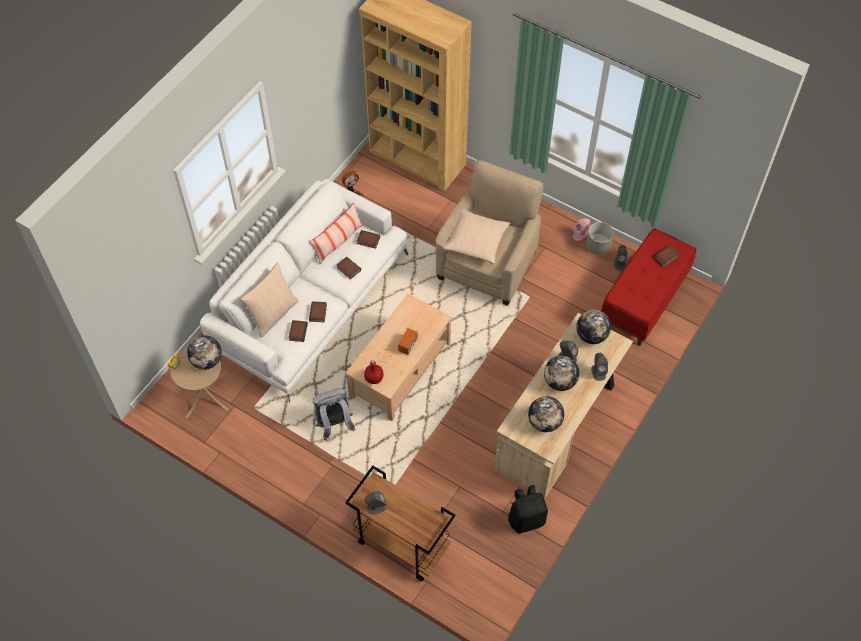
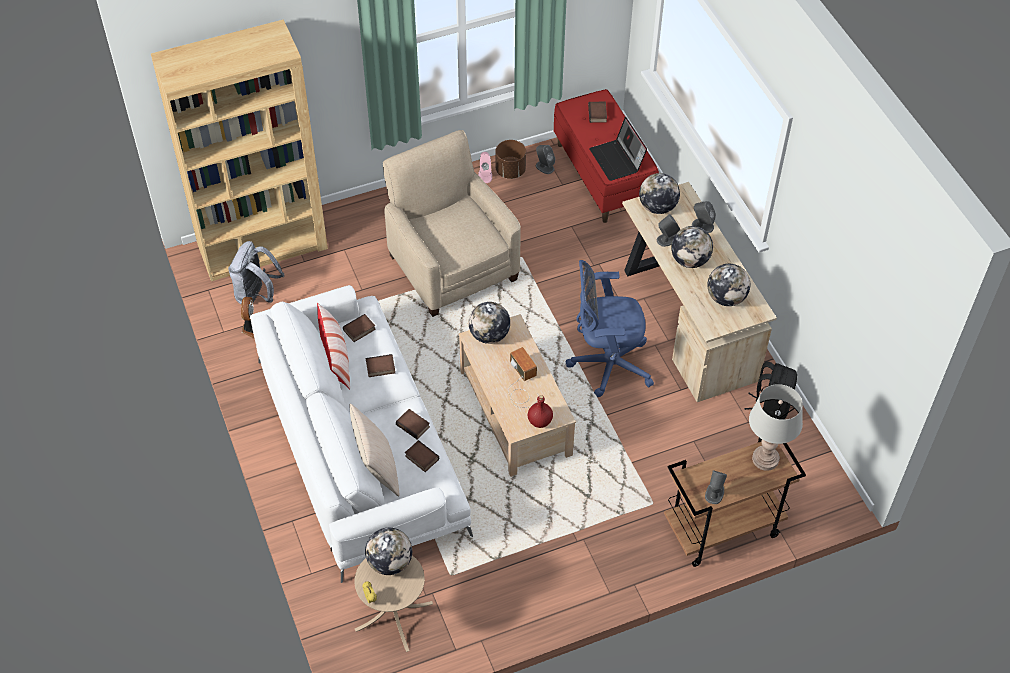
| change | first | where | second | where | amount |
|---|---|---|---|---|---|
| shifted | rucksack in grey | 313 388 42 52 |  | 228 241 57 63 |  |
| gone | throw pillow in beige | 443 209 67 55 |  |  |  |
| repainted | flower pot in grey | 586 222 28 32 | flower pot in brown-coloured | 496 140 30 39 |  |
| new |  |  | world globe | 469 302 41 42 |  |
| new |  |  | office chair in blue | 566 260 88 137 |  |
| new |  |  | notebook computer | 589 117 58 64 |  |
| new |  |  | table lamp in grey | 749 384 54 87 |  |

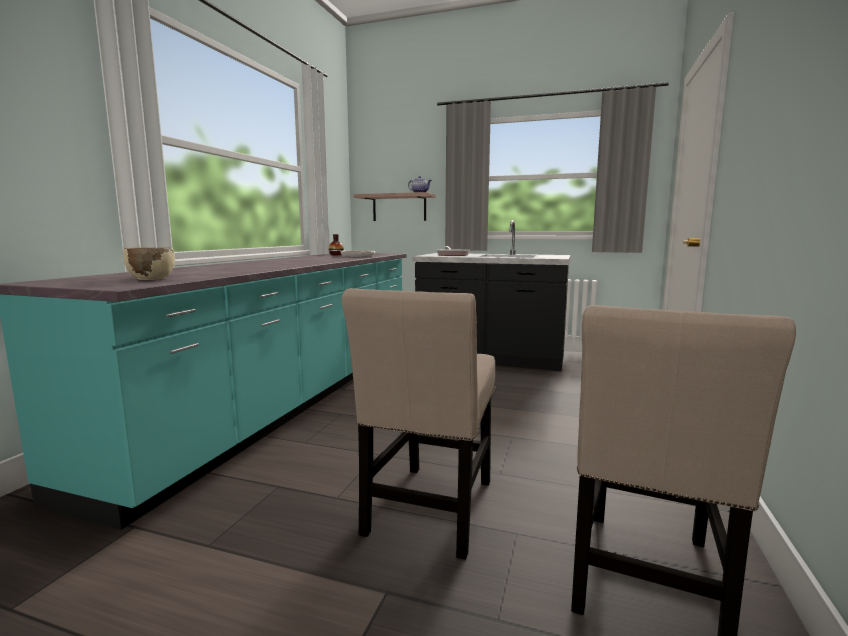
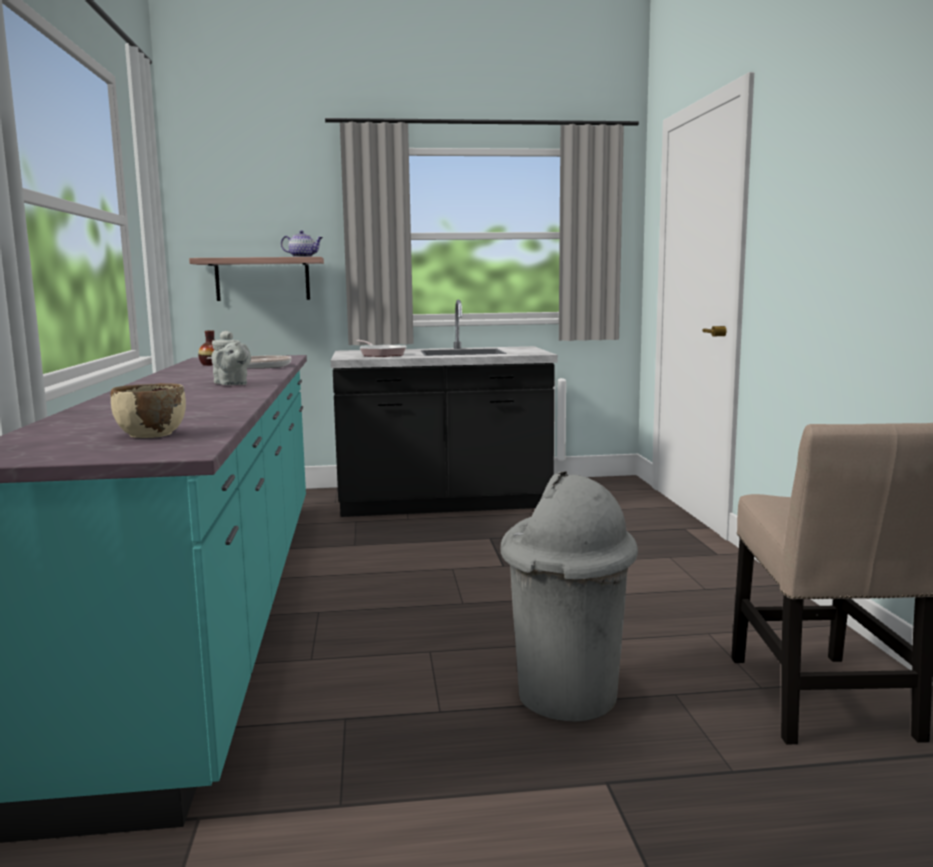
| change | first | where | second | where | amount |
|---|---|---|---|---|---|
| swapped | plain chair in beige | 342 288 153 272 | trash can in grey | 501 472 137 250 |  |
| new |  |  | pot for tea in grey | 212 331 39 54 |  |

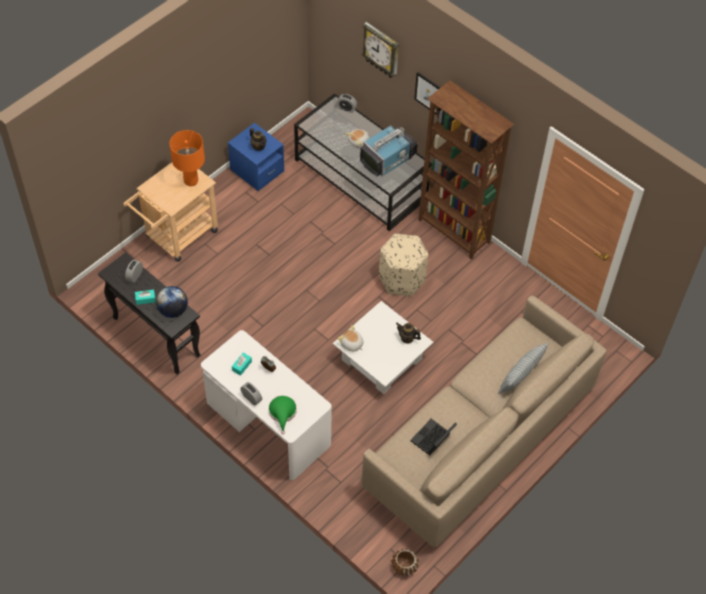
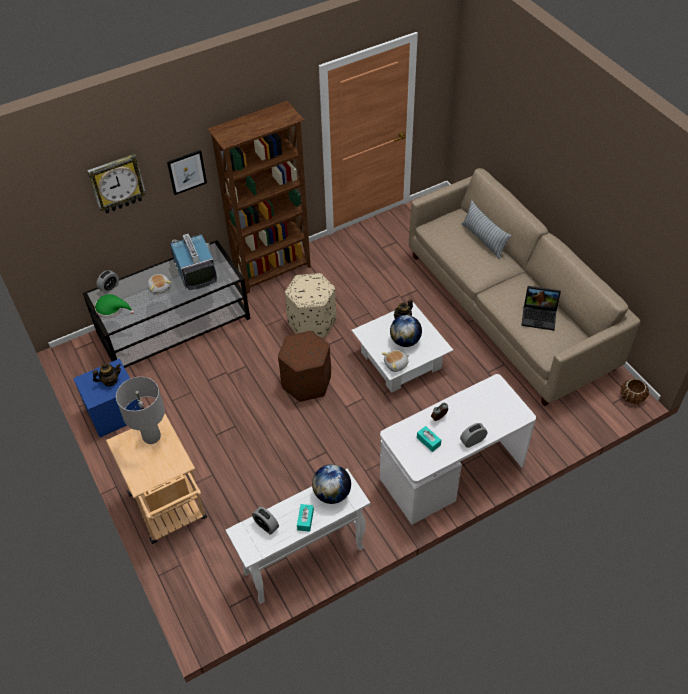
| change | first | where | second | where | amount |
|---|---|---|---|---|---|
| repainted | console table in blackish | 98 252 102 123 | console table in white-coloured | 226 468 144 136 |  |
| repainted | table lamp in orange-coloured | 170 130 35 56 | table lamp in grey | 116 377 49 67 |  |
| shifted | hat in greenish | 268 396 29 38 |  | 95 294 39 24 |  |
| rotated | notebook computer | 410 419 47 37 |  | 521 286 40 45 | 45 degrees counterclockwise |
| new |  |  | pouffe in brown-coloured | 278 331 53 71 |  |
| new |  |  | world globe | 390 315 32 32 |  |

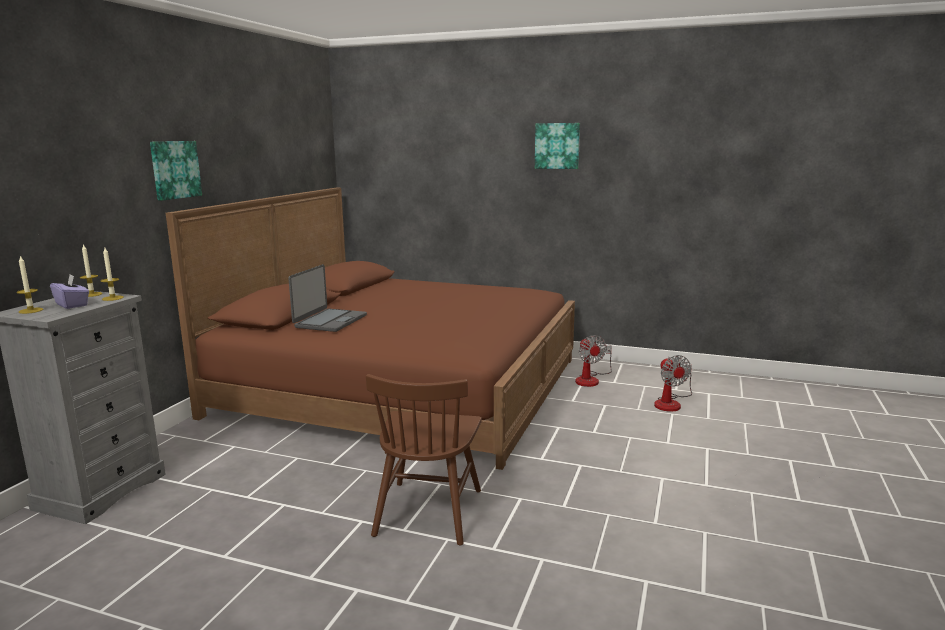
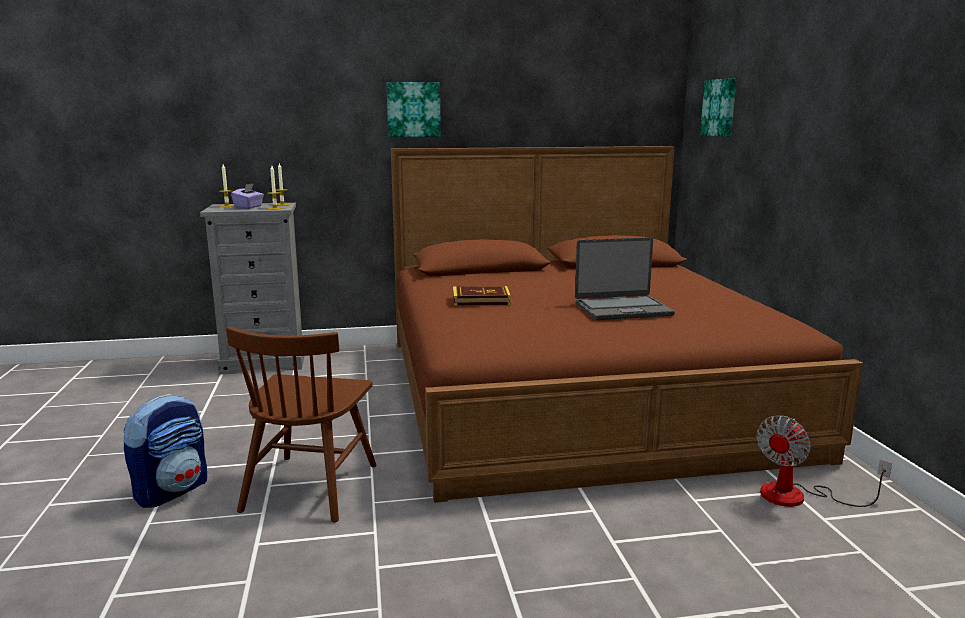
| change | first | where | second | where | amount |
|---|---|---|---|---|---|
| shifted | notebook computer | 288 264 79 68 |  | 575 237 100 83 |  |
| rotated | plain chair in brown-coloured | 366 374 116 171 |  | 226 326 151 196 | 60 degrees counterclockwise |
| shifted | picture | 535 123 45 46 |  | 700 78 36 59 |  |
| gone | fan | 654 355 38 57 |  |  |  |
| new |  |  | rucksack | 123 394 84 114 |  |
| new |  |  | bound book | 453 286 58 20 |  |

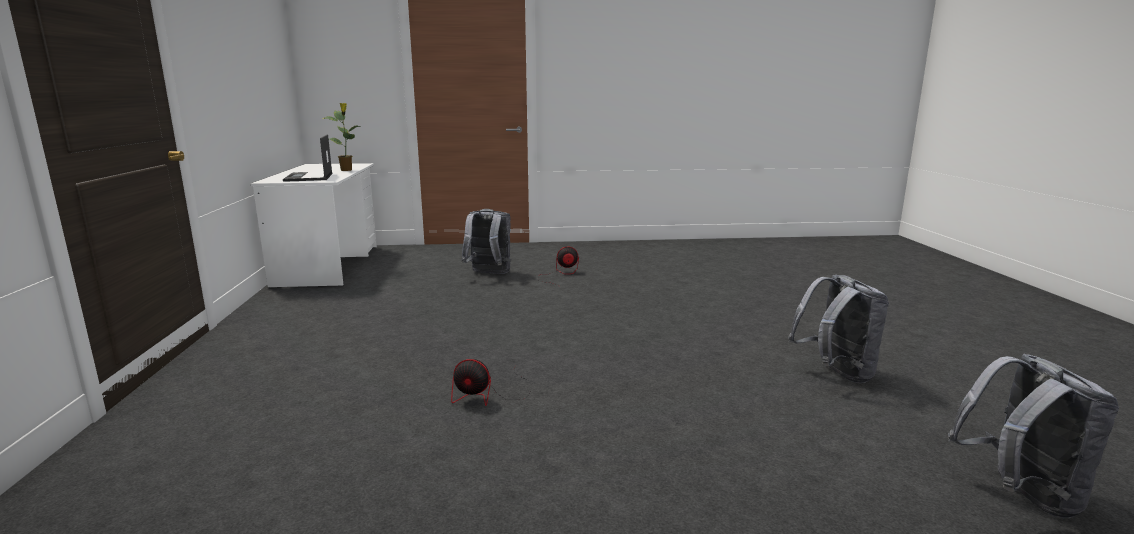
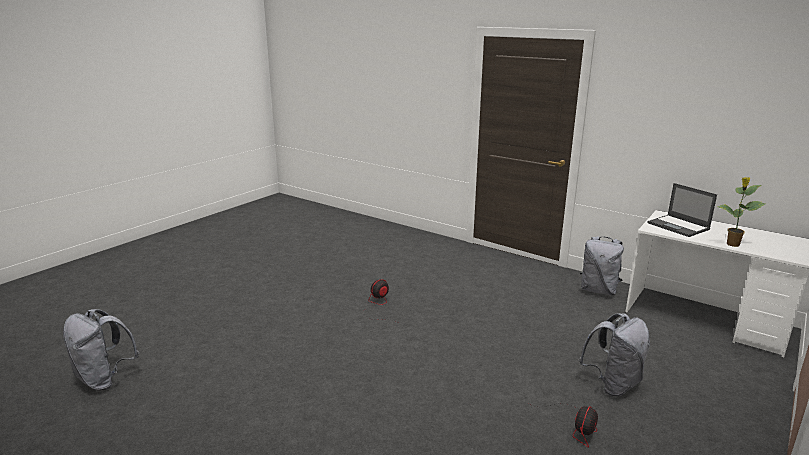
| change | first | where | second | where | amount |
|---|---|---|---|---|---|
| rotated | notebook computer | 283 135 50 47 |  | 648 183 69 54 | 150 degrees counterclockwise |
| shifted | rucksack in grey | 788 275 101 108 |  | 580 236 44 59 |  |

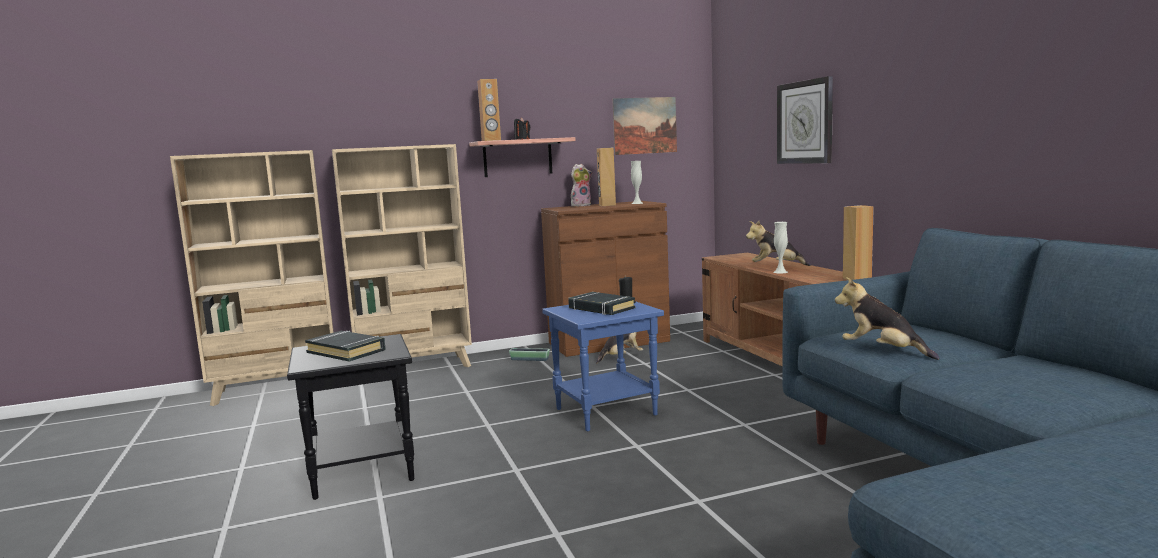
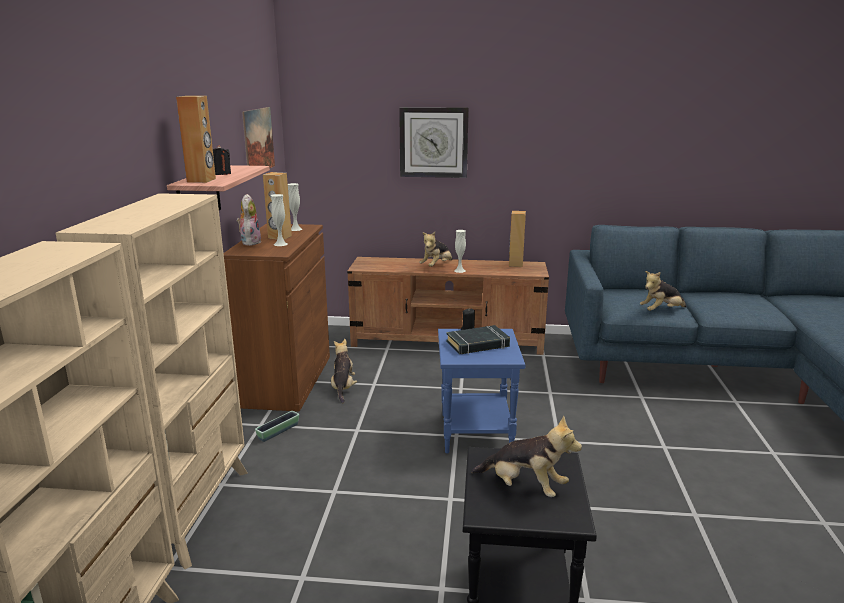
| change | first | where | second | where | amount |
|---|---|---|---|---|---|
| swapped | bound book in blackish | 305 331 81 31 | plush toy | 471 415 111 82 |  |
| new |  |  | decorative vase in white-coloured | 271 194 17 52 |  |

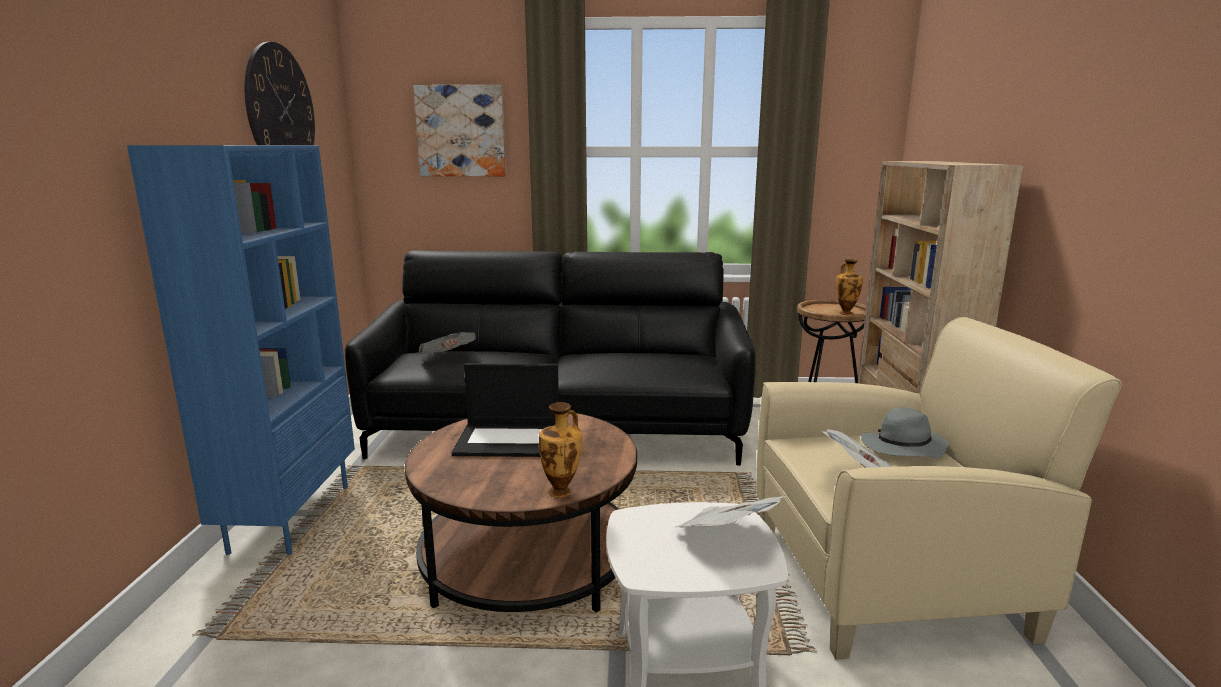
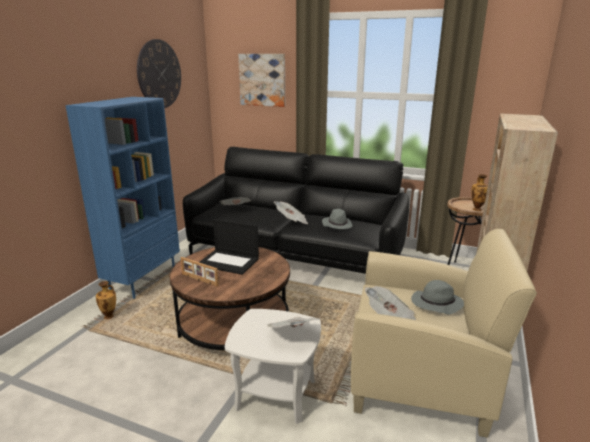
| change | first | where | second | where | amount |
|---|---|---|---|---|---|
| shifted | decorative vase | 539 402 43 96 |  | 96 281 20 38 |  |
| new |  |  | photo frame | 181 257 38 30 |  |
| new |  |  | newspaper | 274 201 34 23 |  |
| new |  |  | hat in grey | 322 209 31 20 |  |

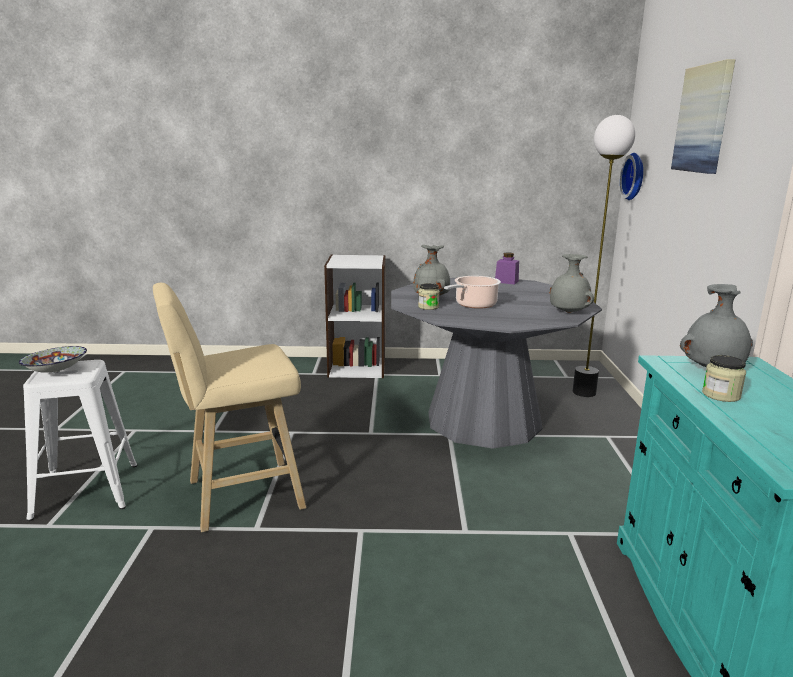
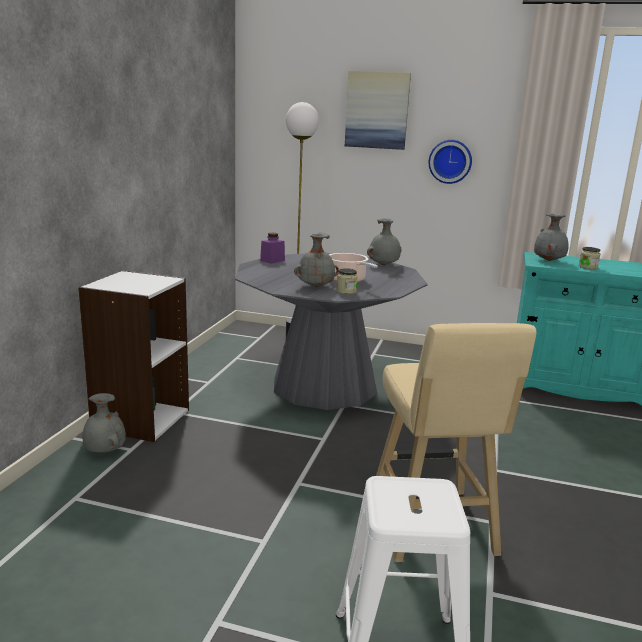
| change | first | where | second | where | amount |
|---|---|---|---|---|---|
| gone | deep dish | 19 346 68 27 |  |  |  |
| shifted | clock on the wall | 620 153 23 47 |  | 429 140 43 44 |  |
| new |  |  | decorative vase in grey | 82 393 44 60 |  |

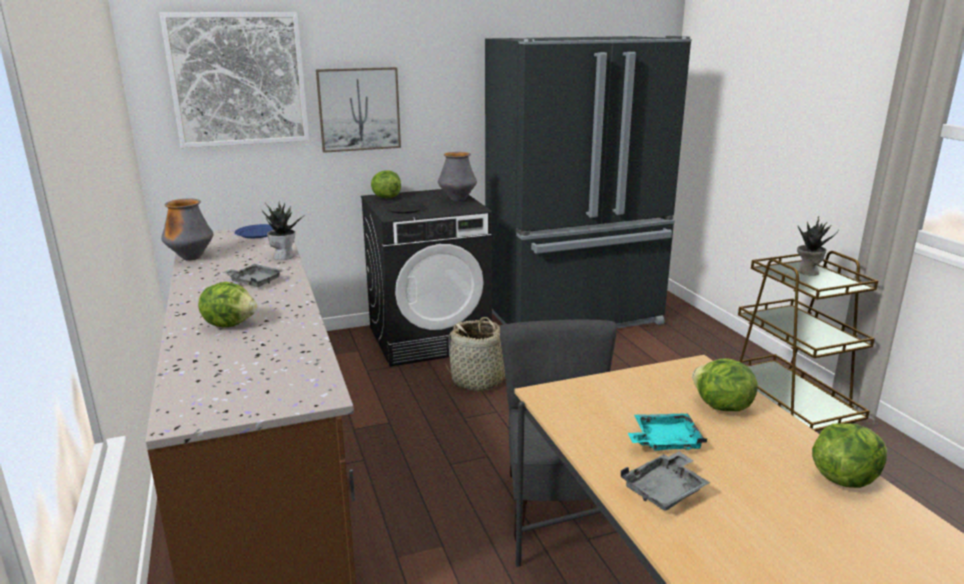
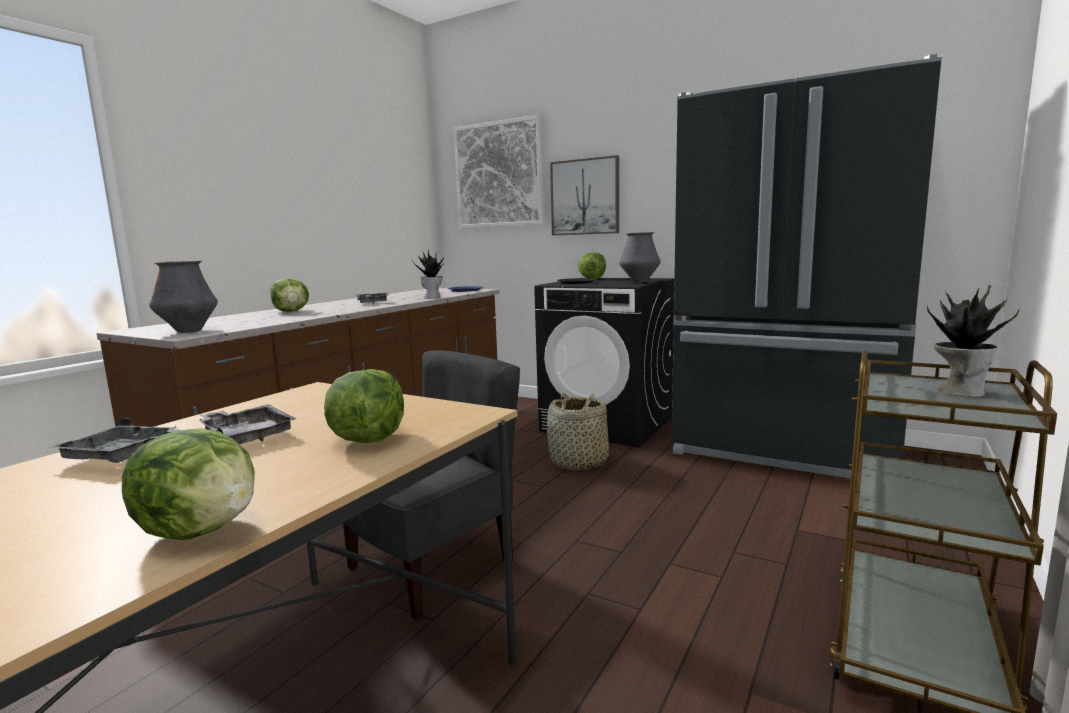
| change | first | where | second | where | amount |
|---|---|---|---|---|---|
| shifted | decorative vase | 161 199 53 61 |  | 149 260 69 73 |  |
| repainted | tray in blue-green | 628 413 79 38 | tray in grey | 199 404 97 40 |  |

